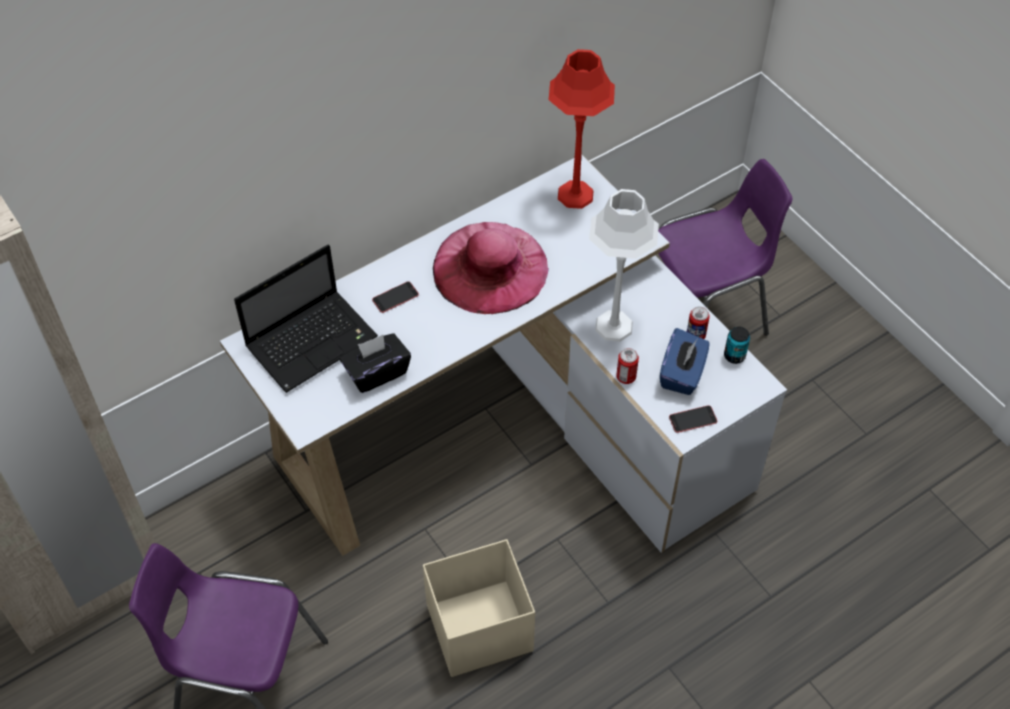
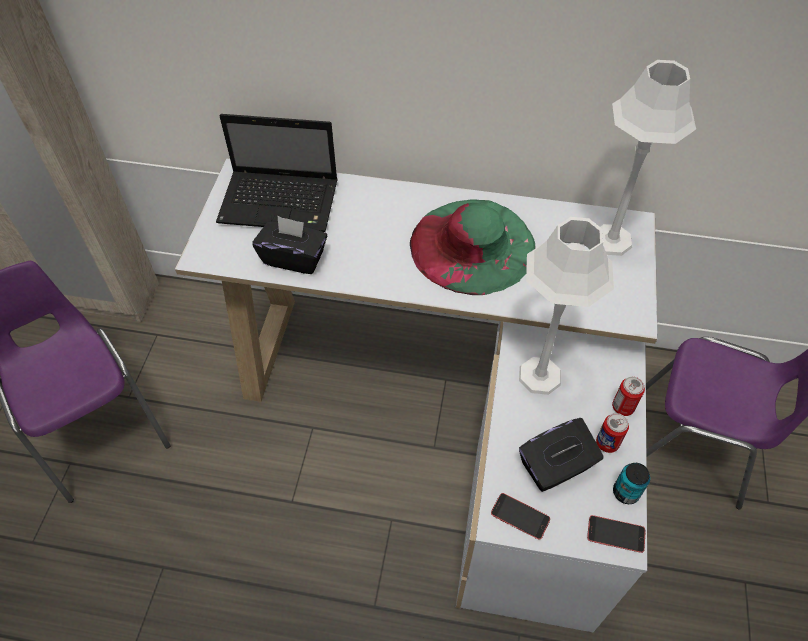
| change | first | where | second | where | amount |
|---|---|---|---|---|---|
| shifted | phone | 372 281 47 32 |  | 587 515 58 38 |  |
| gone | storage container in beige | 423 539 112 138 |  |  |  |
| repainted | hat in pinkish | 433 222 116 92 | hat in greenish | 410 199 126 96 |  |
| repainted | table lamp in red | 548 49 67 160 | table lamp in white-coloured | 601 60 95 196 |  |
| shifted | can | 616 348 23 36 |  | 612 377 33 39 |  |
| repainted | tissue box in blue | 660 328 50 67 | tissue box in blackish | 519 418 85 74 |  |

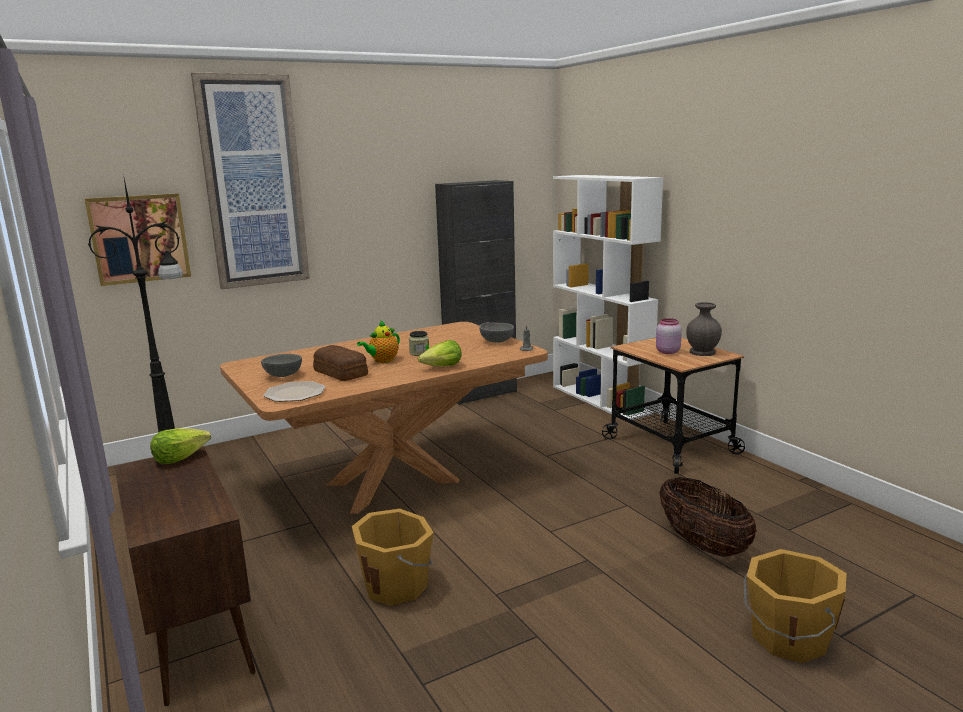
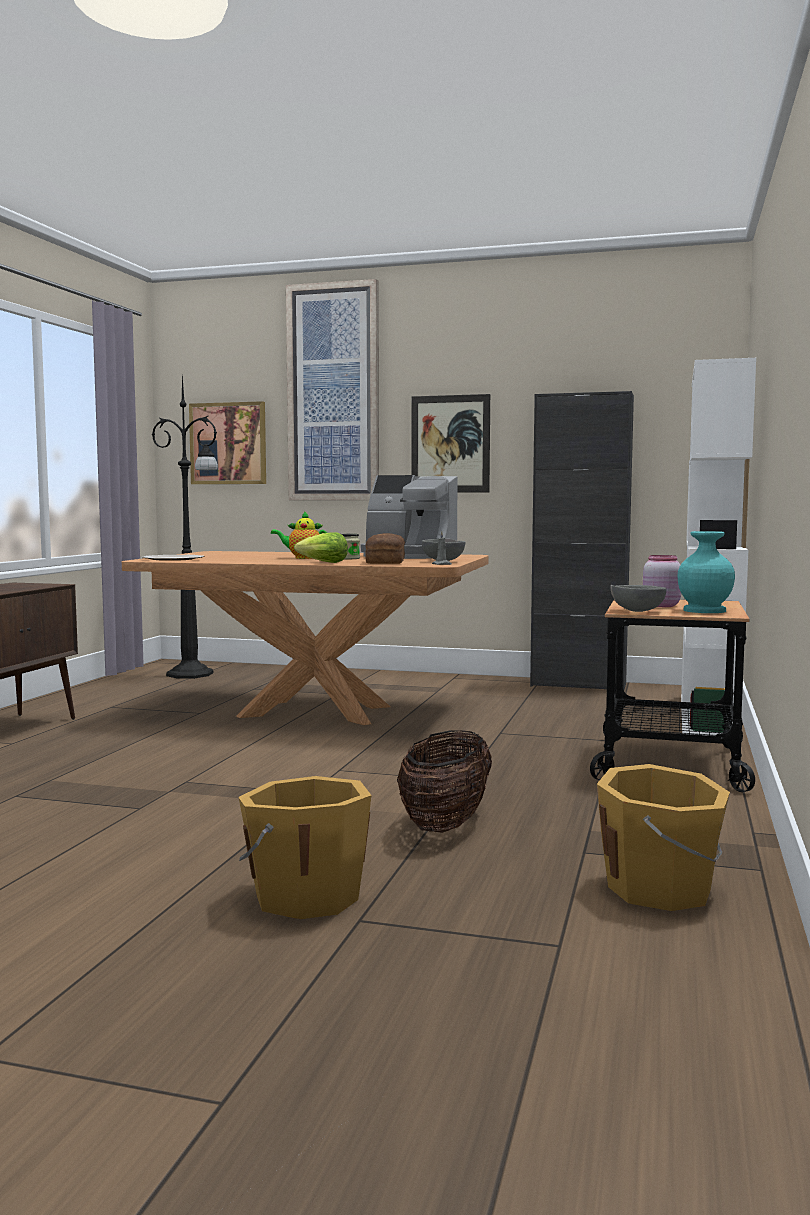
| change | first | where | second | where | amount |
|---|---|---|---|---|---|
| gone | lettuce | 150 428 61 36 |  |  |  |
| shifted | deep dish in grey | 261 354 41 23 |  | 611 585 55 27 |  |
| shifted | baked bread | 313 345 55 36 |  | 365 533 40 31 |  |
| shifted | bucket in orange-coloured | 352 509 82 97 |  | 597 764 133 147 |  |
| repainted | decorative vase in grey | 686 302 36 54 | decorative vase in blue-green | 677 531 58 82 |  |
| new |  |  | coffee maker | 361 475 96 84 |  |
| new |  |  | picture | 411 394 79 99 |  |

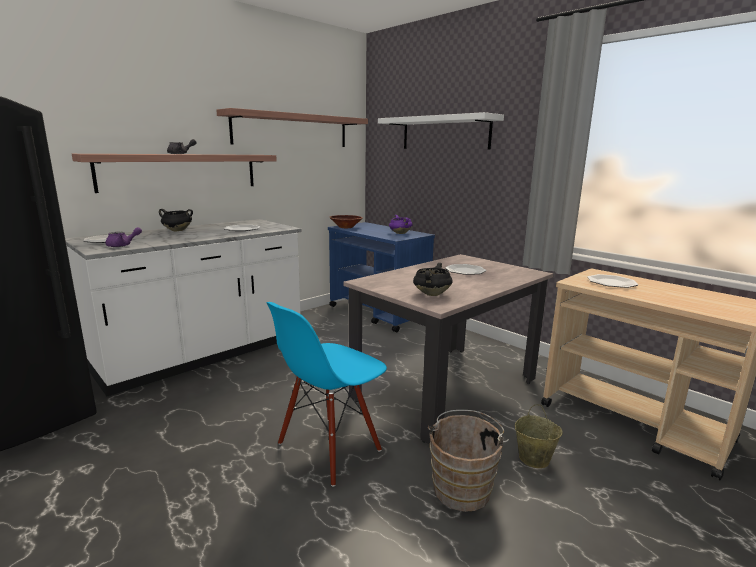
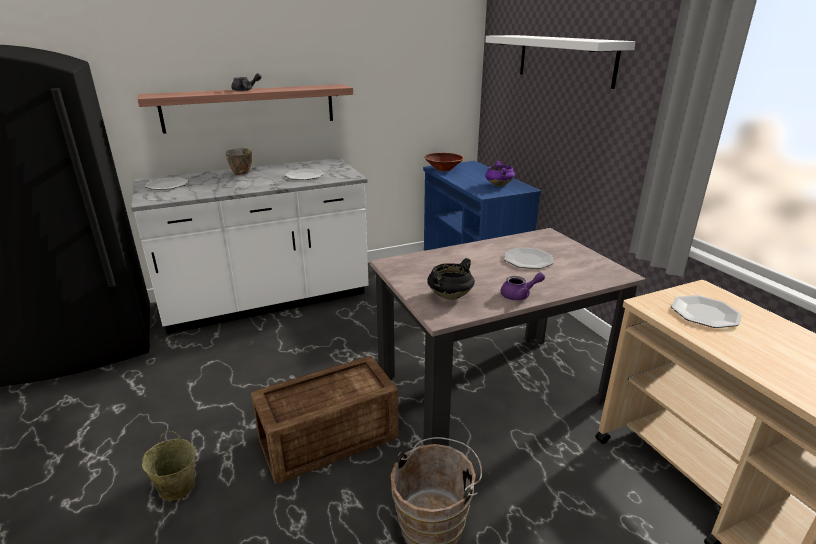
| change | first | where | second | where | amount |
|---|---|---|---|---|---|
| shifted | pot for tea in purple | 106 227 36 20 |  | 500 272 45 28 |  |
| swapped | stockpot in blackish | 159 209 34 22 | deep dish | 226 148 26 27 |  |
| gone | shelf | 216 108 152 39 |  |  |  |
| swapped | plain chair in blue | 267 302 120 185 | shipping crate | 251 356 147 128 |  |
| shifted | bucket in beige | 515 404 48 64 |  | 142 431 54 70 |  |

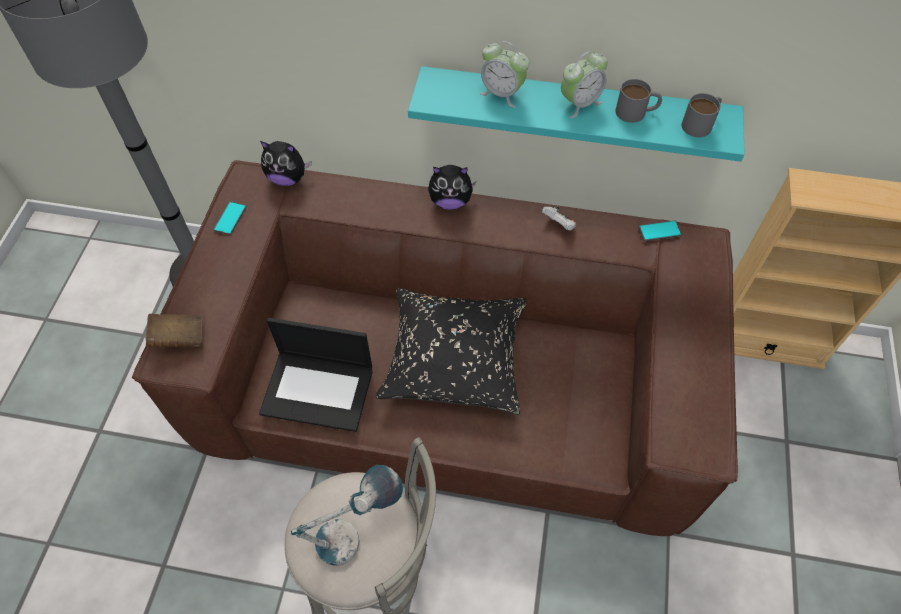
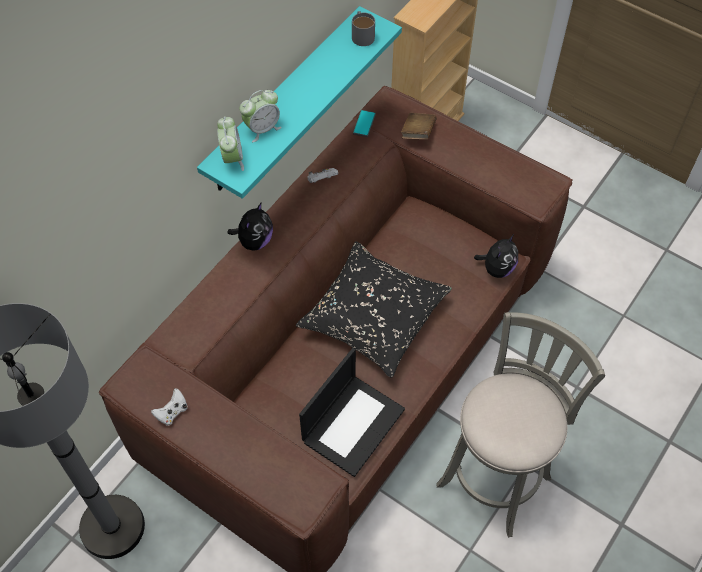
| change | first | where | second | where | amount |
|---|---|---|---|---|---|
| shifted | bound book in brown-coloured | 146 314 56 34 |  | 401 113 36 26 |  |
| swapped | phone | 213 201 34 34 | gamepad in white-coloured | 151 388 37 38 |  |
| shifted | plush toy | 260 141 51 45 |  | 474 234 44 44 |  |
| gone | table lamp | 291 465 112 101 |  |  |  |
| shifted | bedside clock | 561 51 47 67 |  | 217 117 27 54 |  |
| gone | coffee mug in grey | 615 79 47 44 |  |  |  |

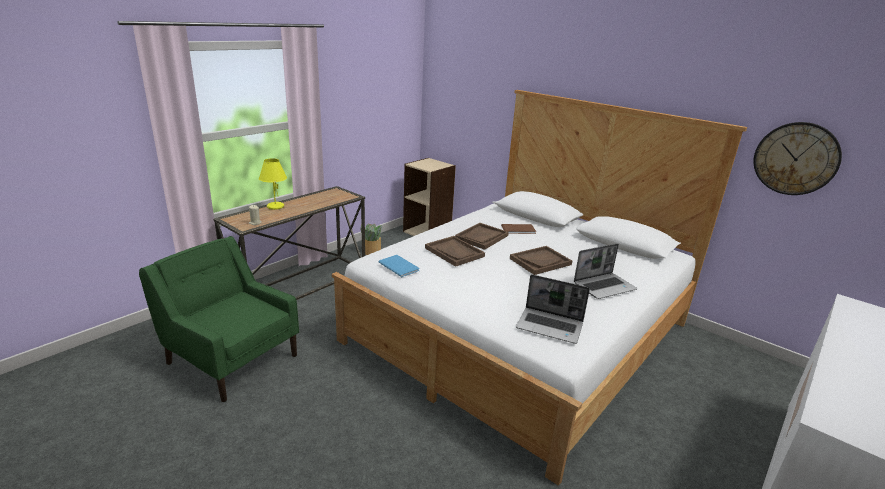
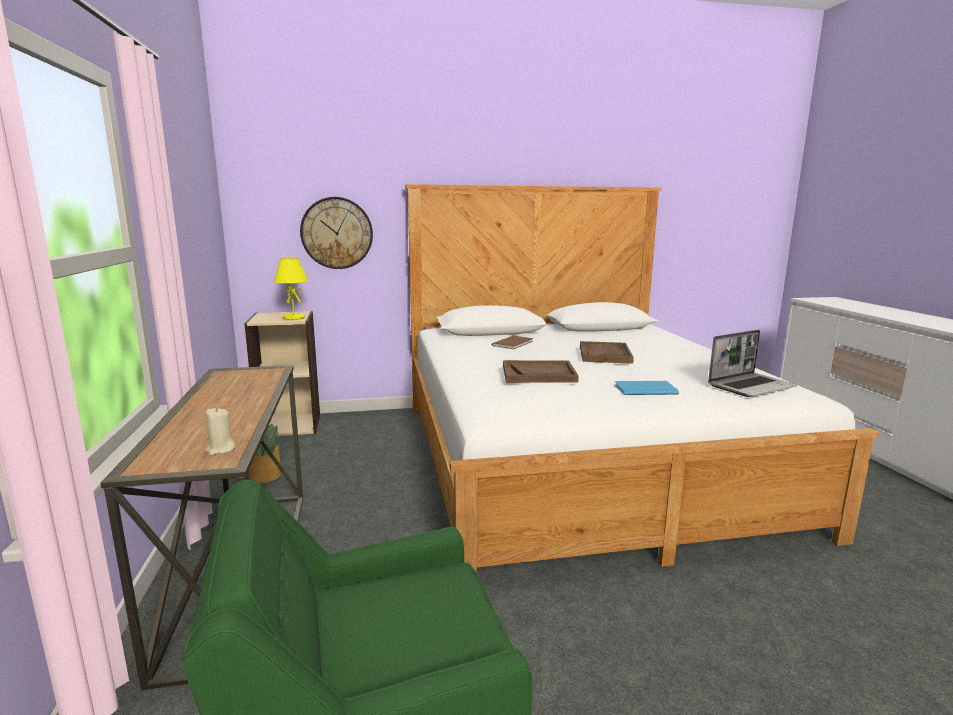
| change | first | where | second | where | amount |
|---|---|---|---|---|---|
| shifted | table lamp in yellowish | 259 158 28 52 |  | 274 258 34 62 |  |
| shifted | bound book in blue | 378 255 42 22 |  | 615 381 64 14 |  |
| gone | tray in brown-coloured | 455 223 54 27 |  |  |  |
| gone | notebook computer | 574 243 63 56 |  |  |  |
| shifted | clock on the wall | 754 122 88 73 |  | 300 197 73 72 |  |

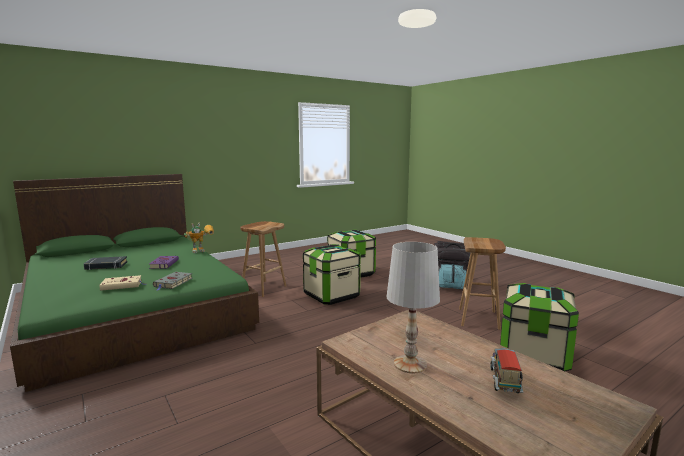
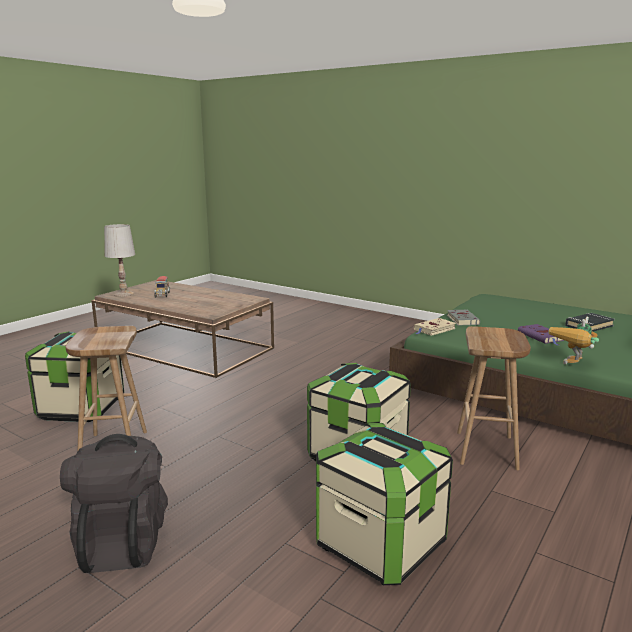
| change | first | where | second | where | amount |
|---|---|---|---|---|---|
| shifted | bound book in beige | 100 275 47 16 |  | 414 318 42 18 |  |
| shifted | table lamp in white-coloured | 387 242 53 131 |  | 104 224 31 73 |  |

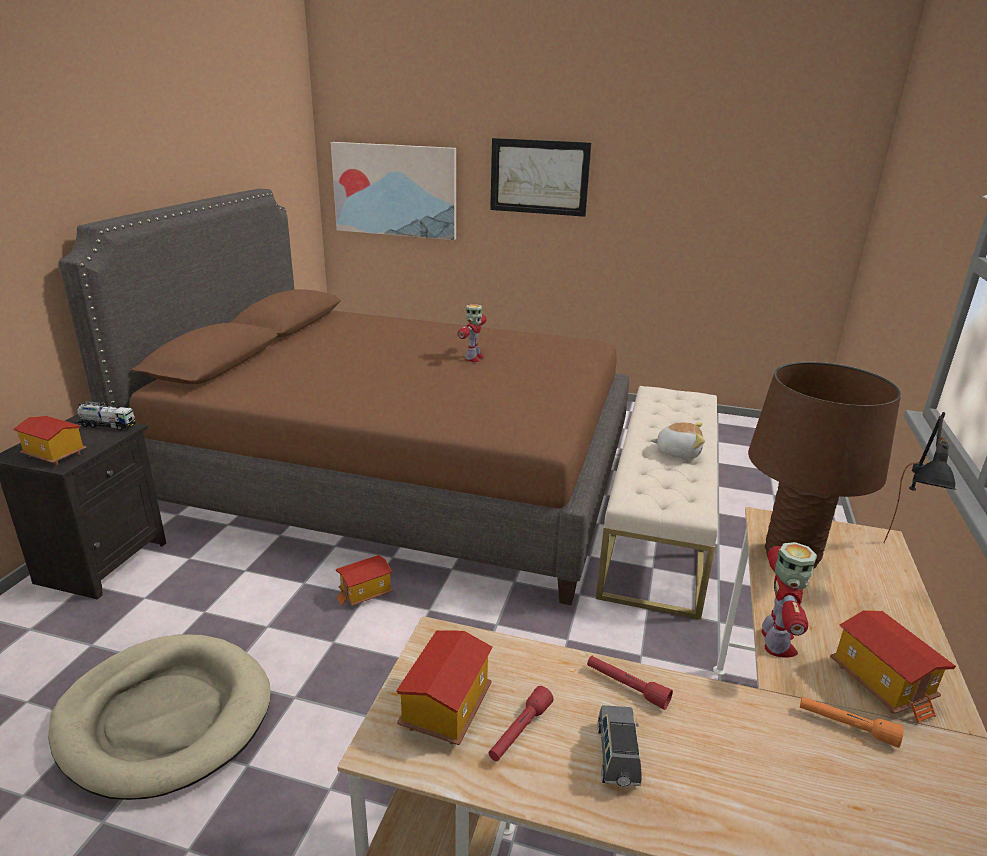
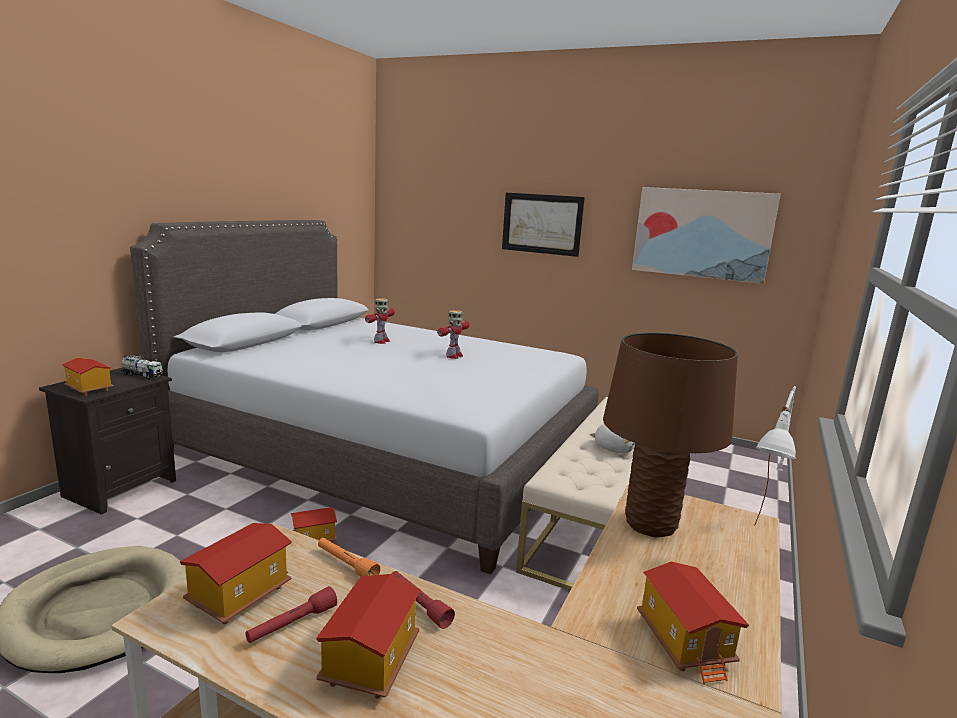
| change | first | where | second | where | amount |
|---|---|---|---|---|---|
| repainted | bed in brown-coloured | 58 189 571 416 | bed in grey | 130 220 469 354 |  |
| shifted | picture | 330 142 126 98 |  | 632 187 149 97 |  |
| swapped | model car in grey | 598 705 44 81 | toy house | 316 574 105 125 |  |
| shifted | toy robot | 762 542 55 116 |  | 365 298 30 46 |  |
| shifted | flashlight in orange-coloured | 800 696 104 52 |  | 318 538 63 39 |  |
| repainted | table lamp in blackish | 884 412 72 131 | table lamp in white-coloured | 754 386 42 140 |  |

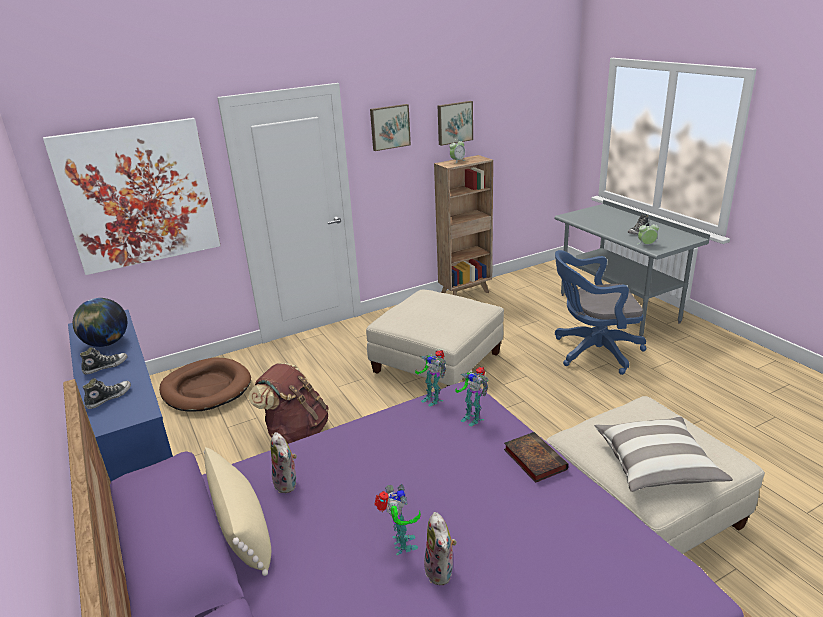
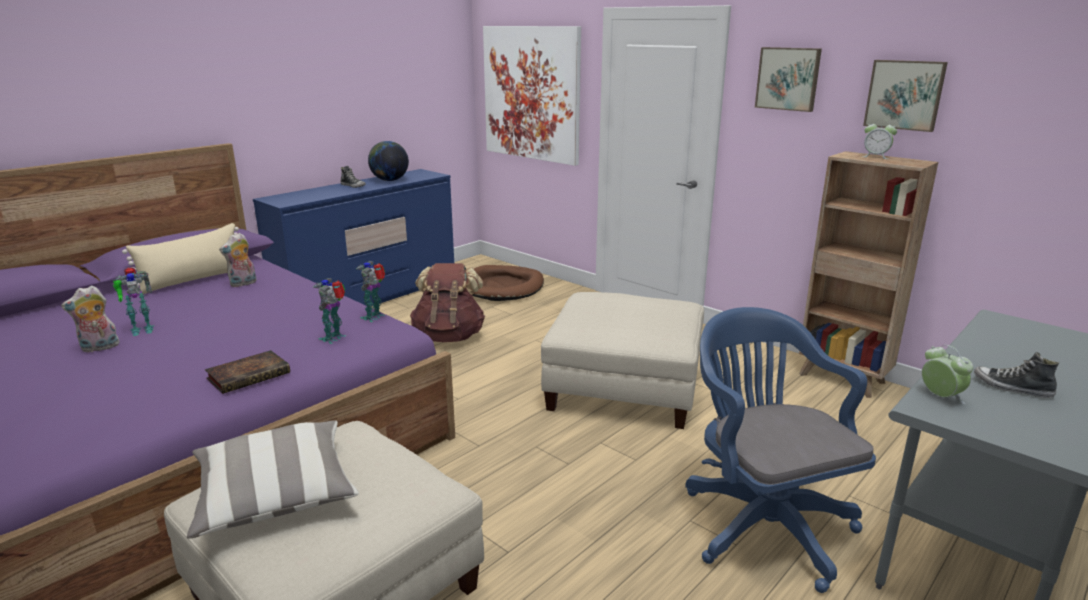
| change | first | where | second | where | amount |
|---|---|---|---|---|---|
| gone | low shoe | 83 378 48 31 |  |  |  |

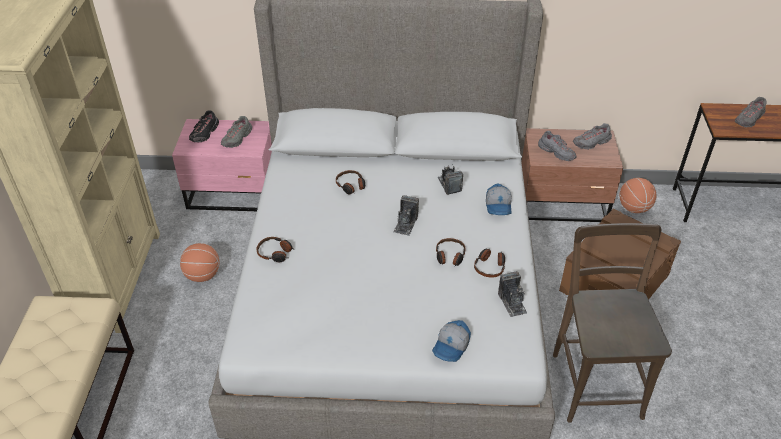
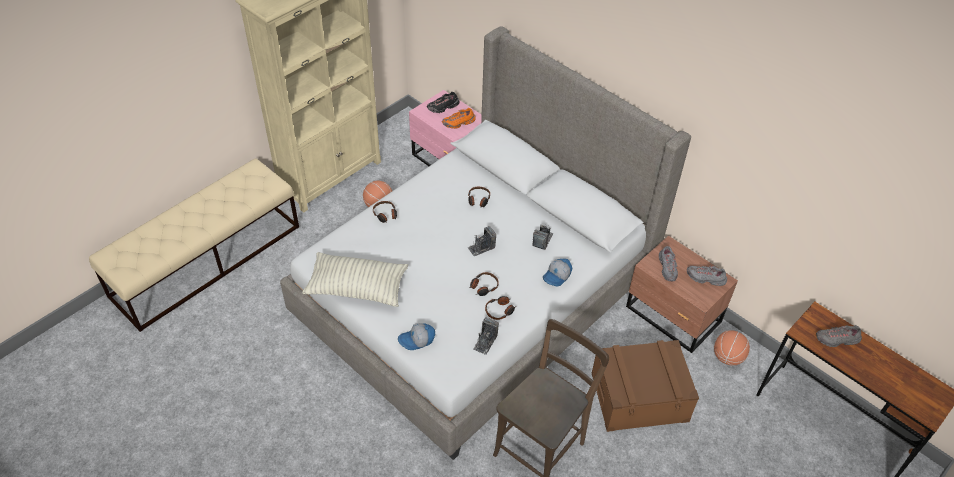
| change | first | where | second | where | amount |
|---|---|---|---|---|---|
| repainted | low shoe in grey | 221 116 31 32 | low shoe in orange-coloured | 442 108 34 21 |  |
| new |  |  | throw pillow | 302 252 106 55 |  |

